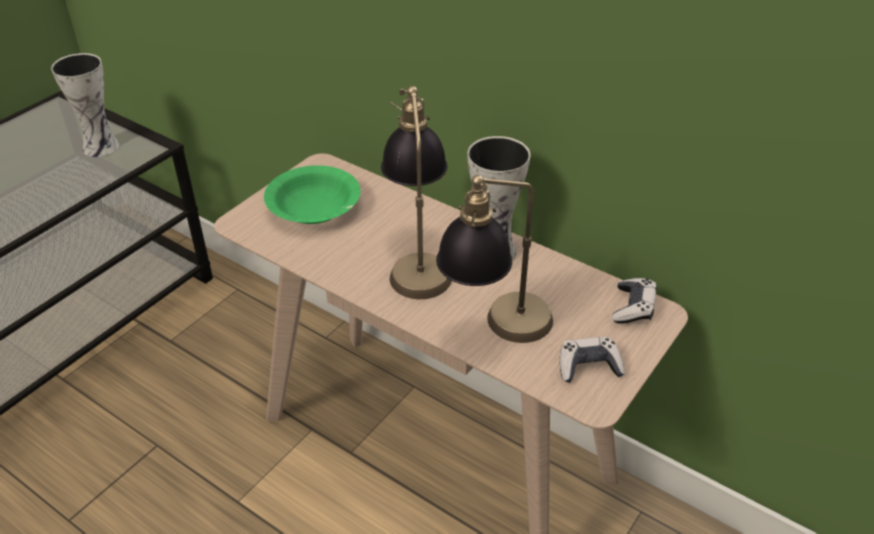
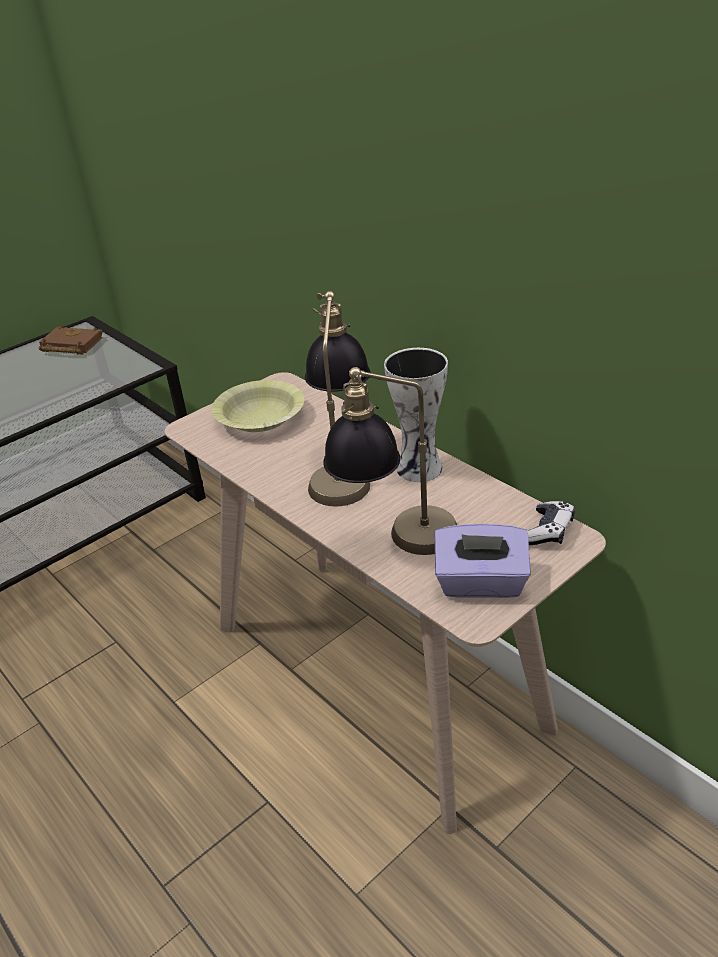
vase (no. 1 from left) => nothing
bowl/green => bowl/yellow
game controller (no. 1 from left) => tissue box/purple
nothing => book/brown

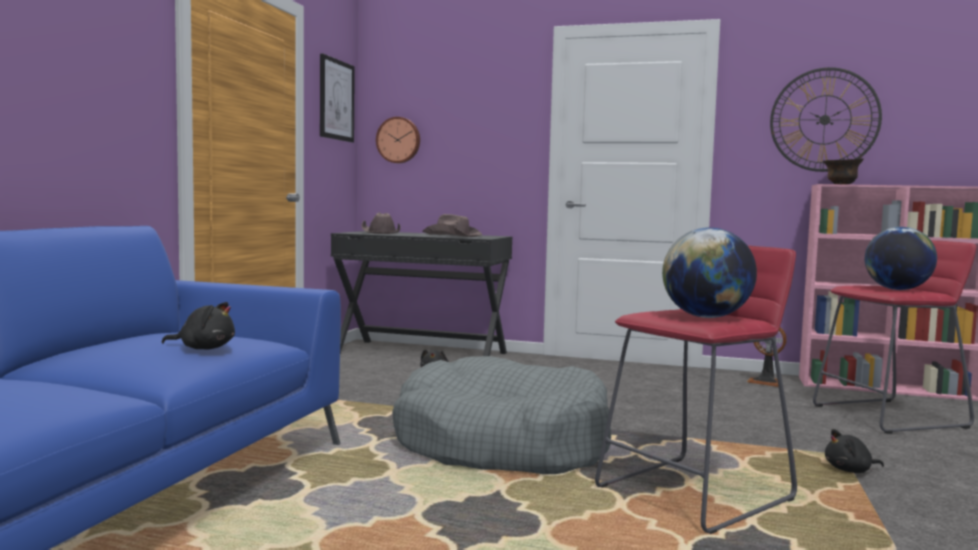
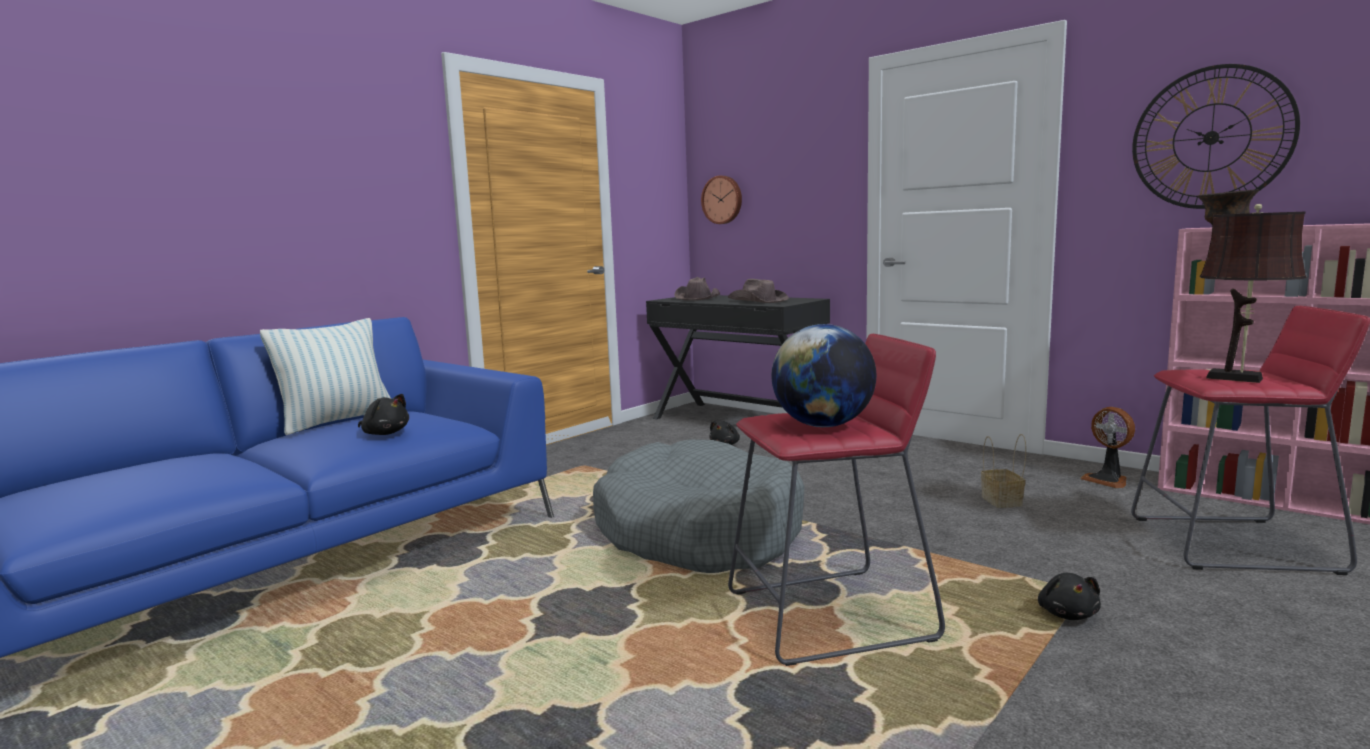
picture => nothing
plush toy/black (no. 3 from left), 105 degrees counterclockwise
globe (no. 2 from left) => table lamp/brown
nothing => pillow
nothing => basket

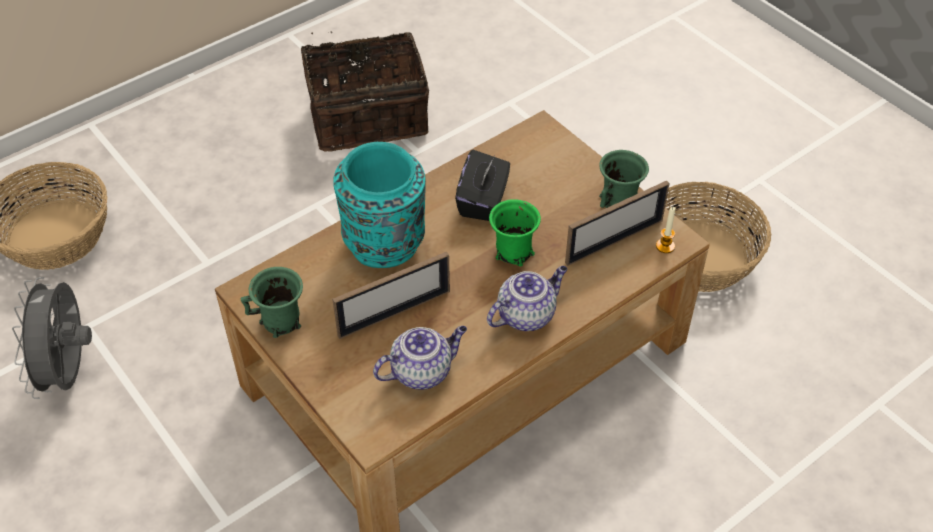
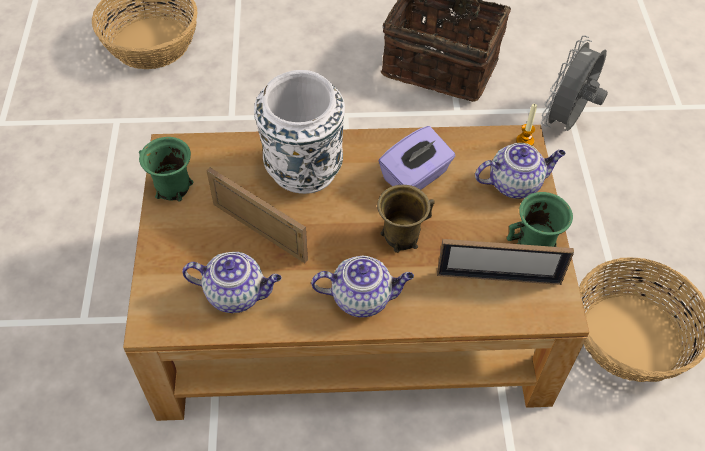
fan/grey, relocated
picture frame (no. 1 from left), 150 degrees counterclockwise
vase/turquoise => vase/white
tissue box/black => tissue box/purple
mug/green (no. 2 from left) => mug/brown
candle, relocated
nothing => teapot (no. 3 from left)

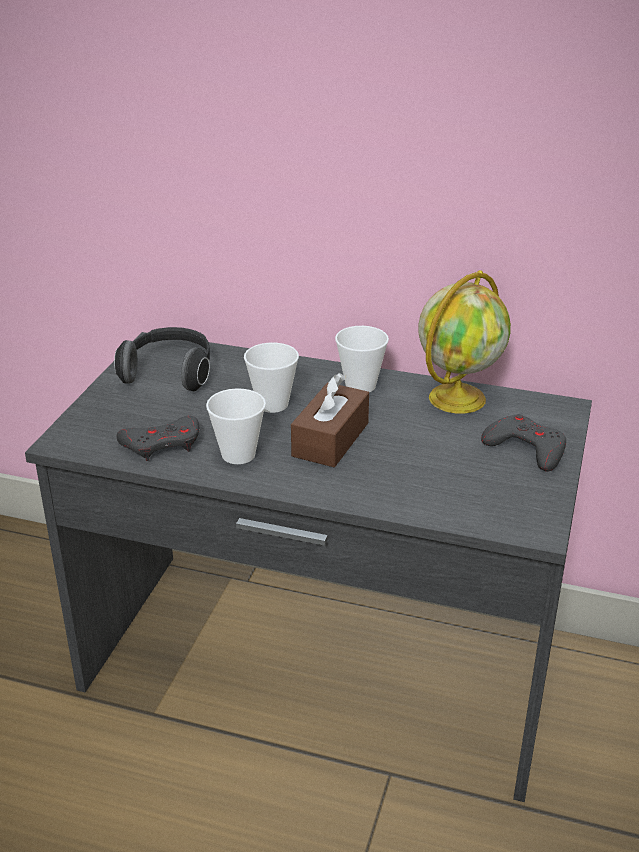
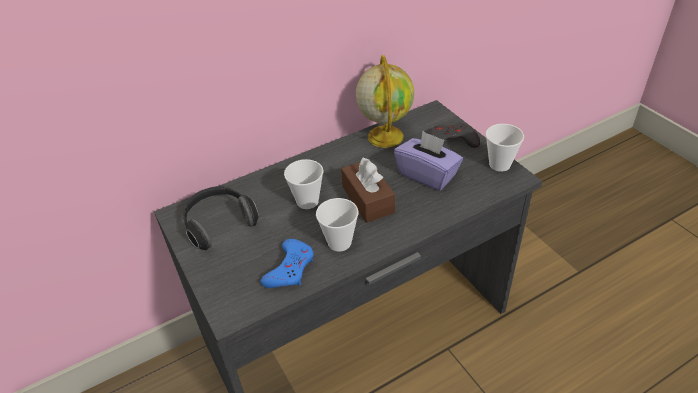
game controller/grey (no. 1 from left) => game controller/blue
cup (no. 3 from left), relocated
nothing => tissue box/purple

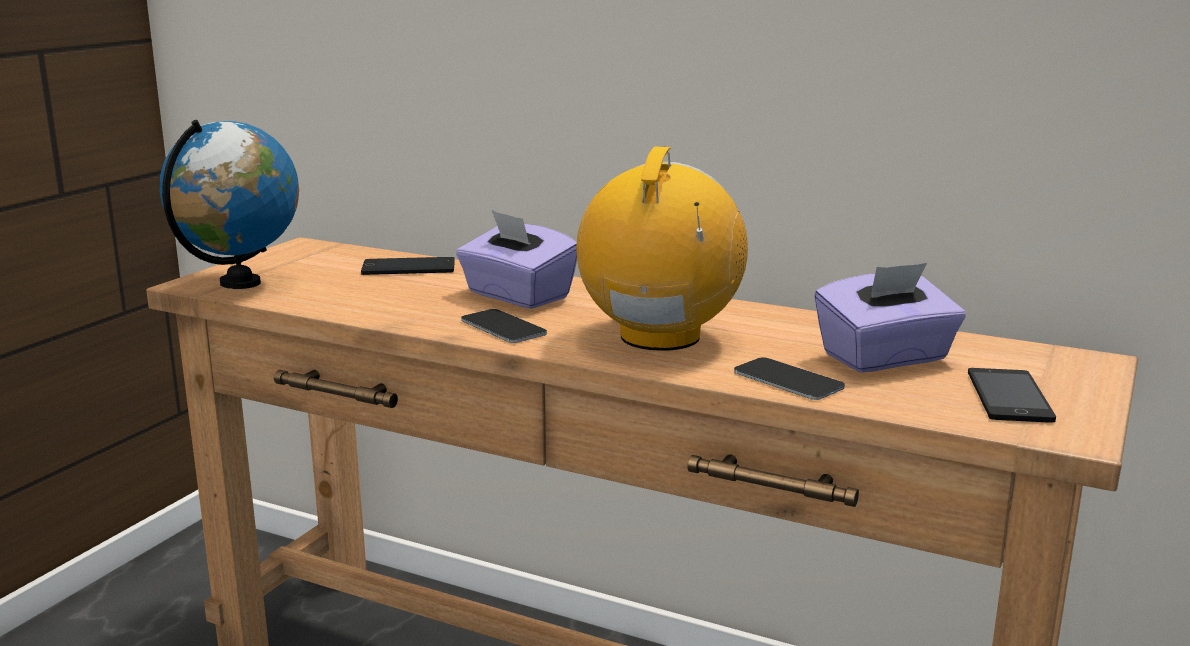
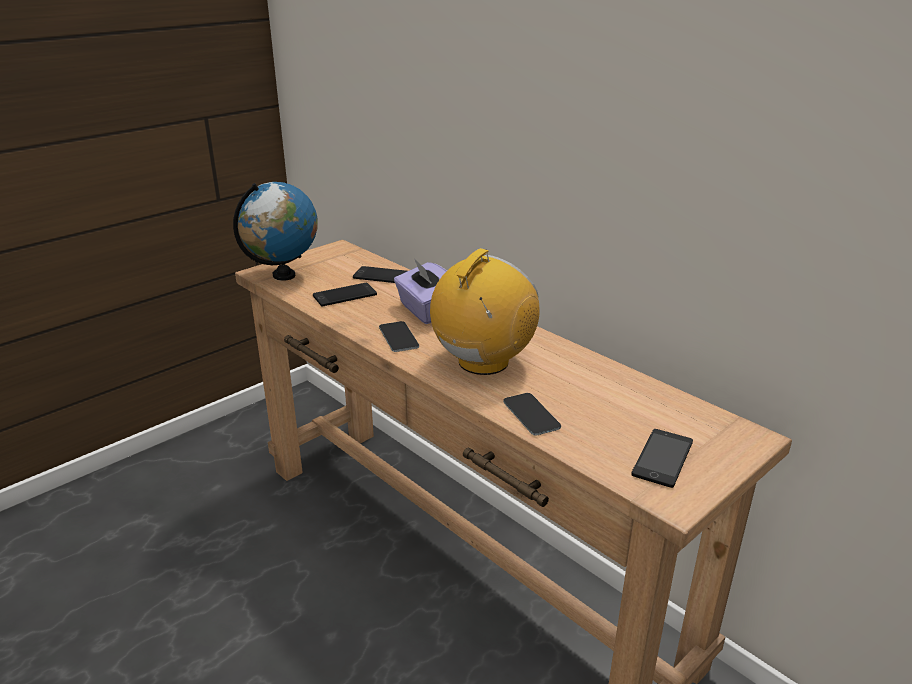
tissue box/purple (no. 2 from left) => nothing
nothing => phone (no. 1 from left)

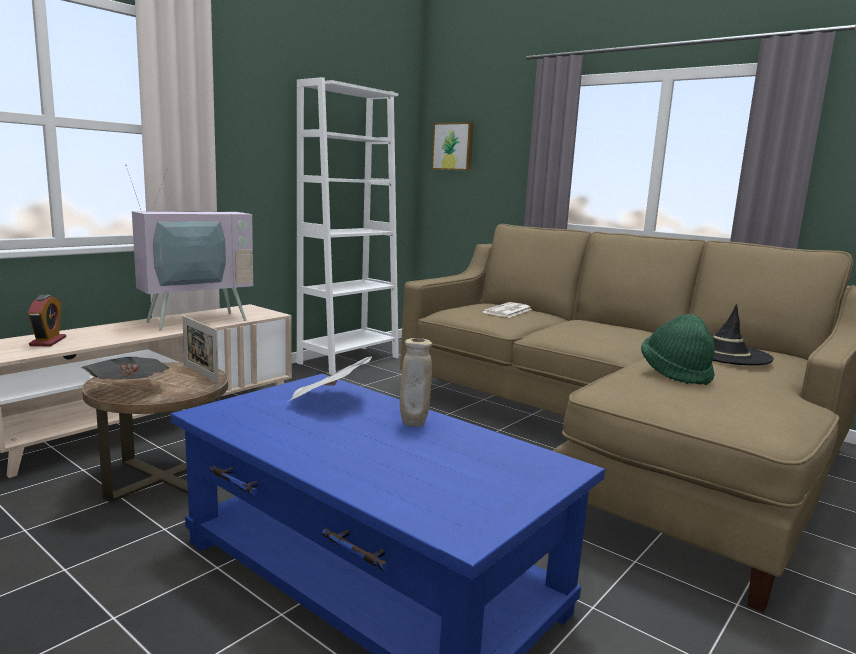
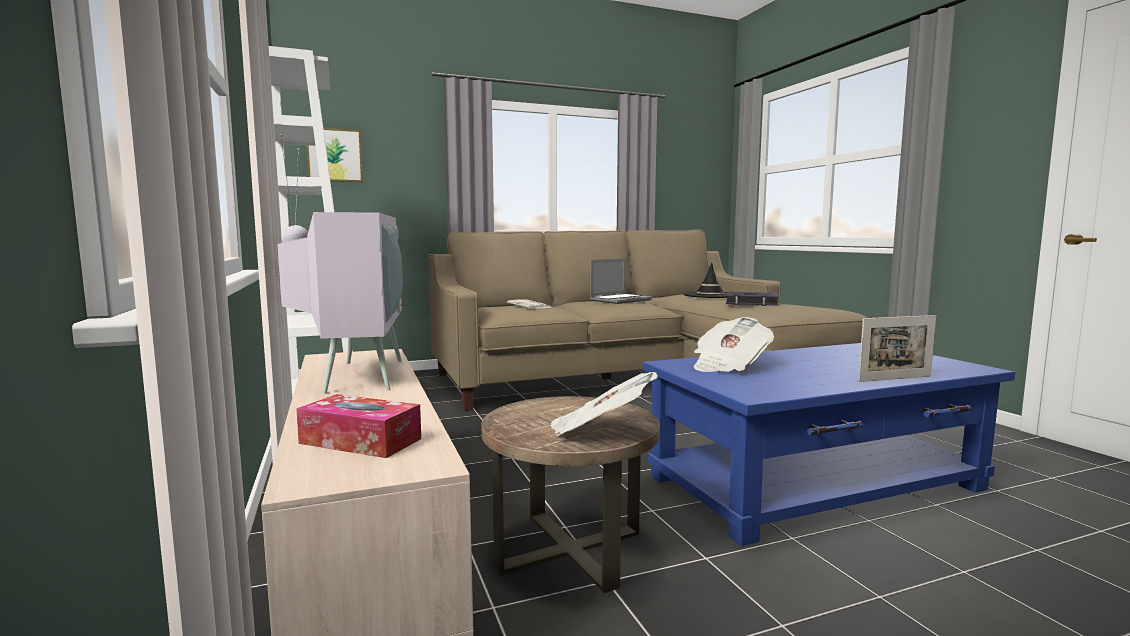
alarm clock => tissue box
picture frame, relocated
vase/beige => nothing
hat/green => book
nothing => laptop

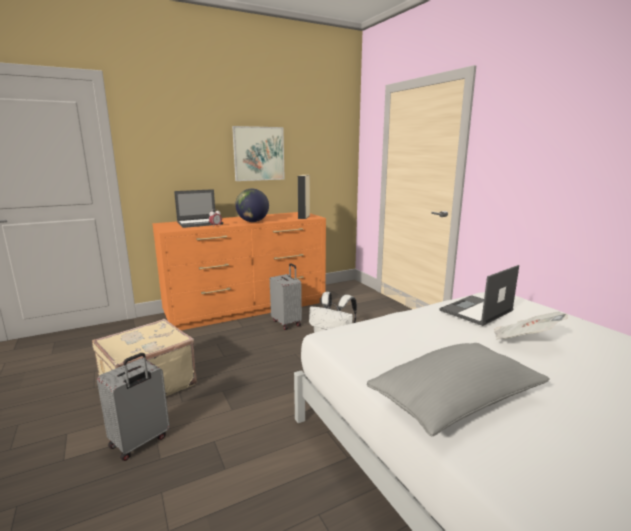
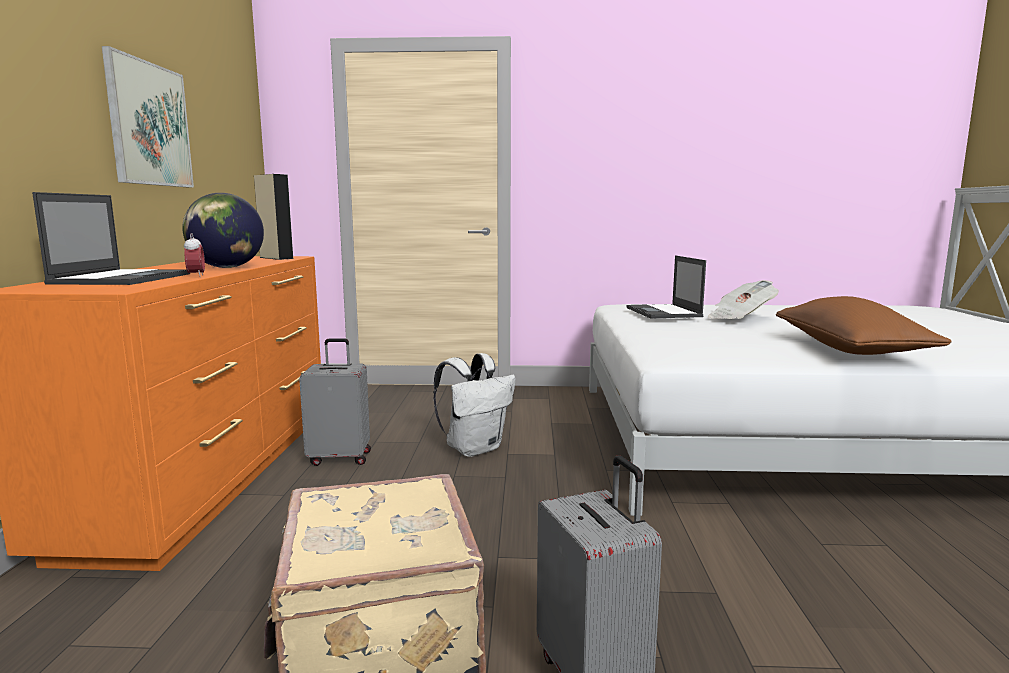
pillow/grey => pillow/brown

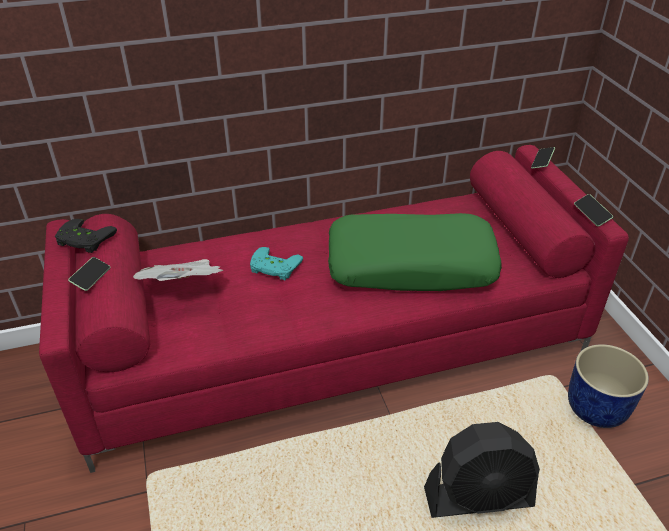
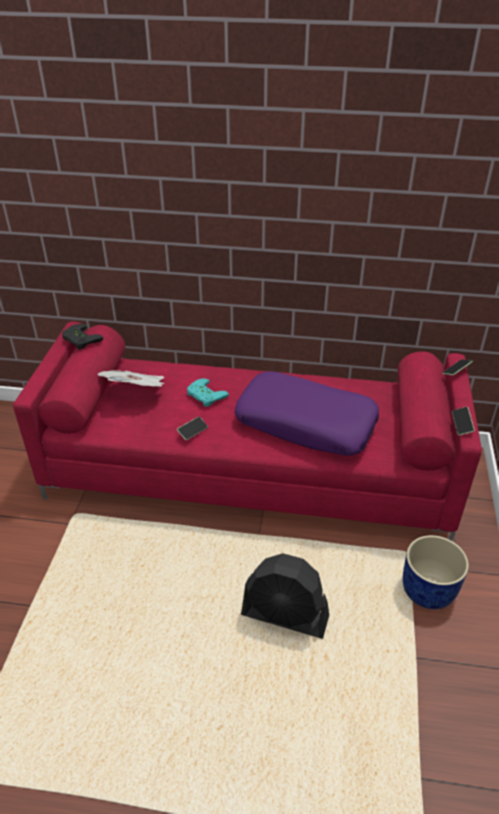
phone (no. 1 from left), relocated
pillow/green => pillow/purple

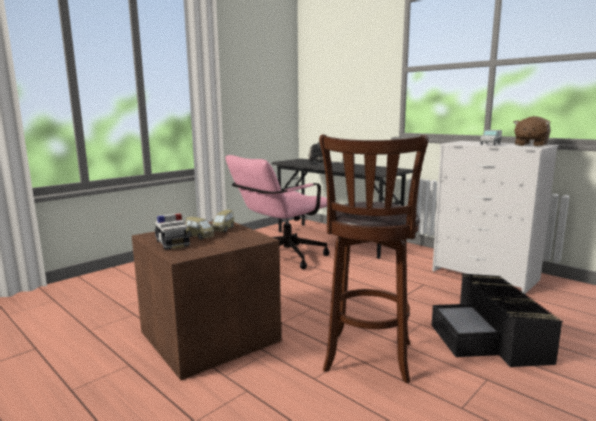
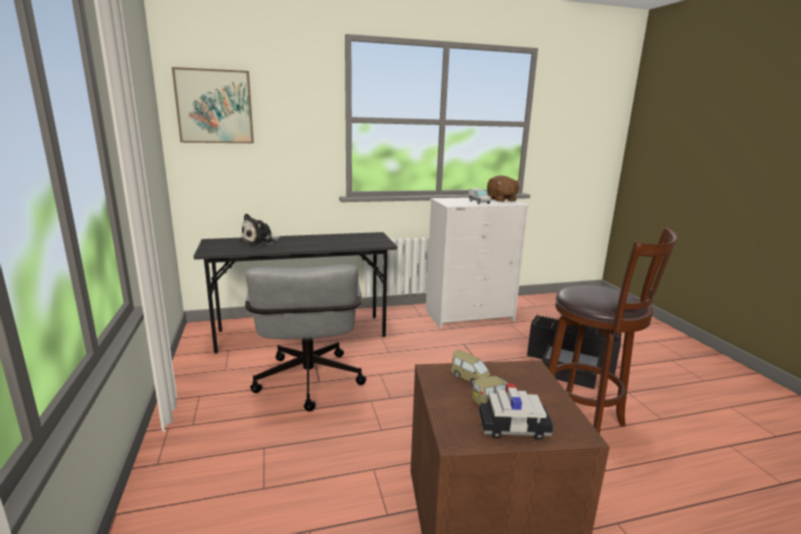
office chair/pink => office chair/grey
nothing => picture

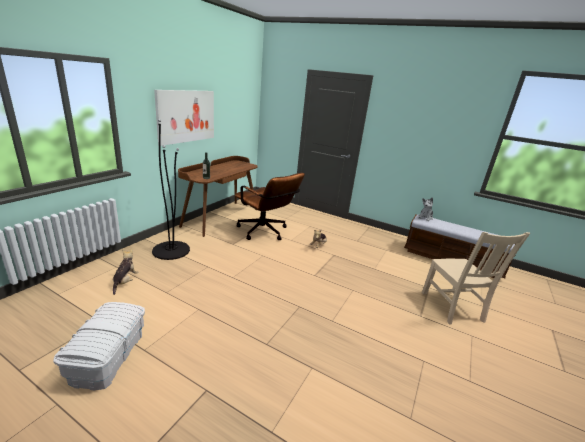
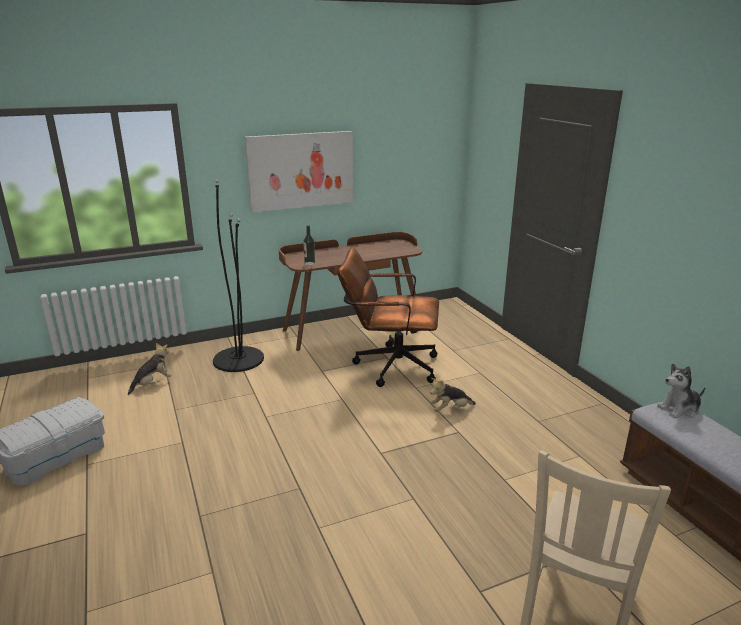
office chair/brown, 105 degrees clockwise

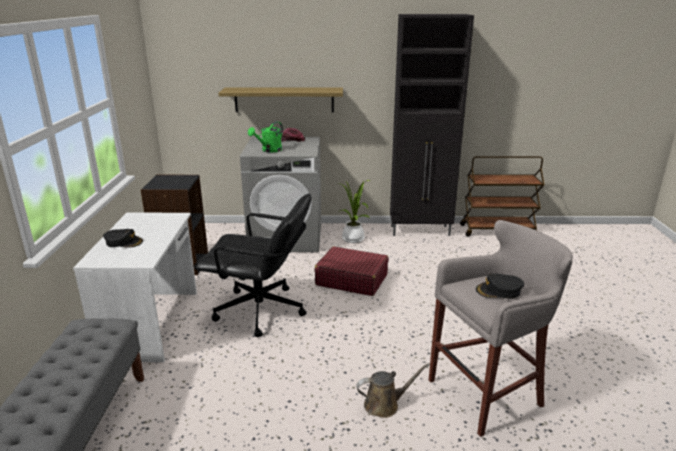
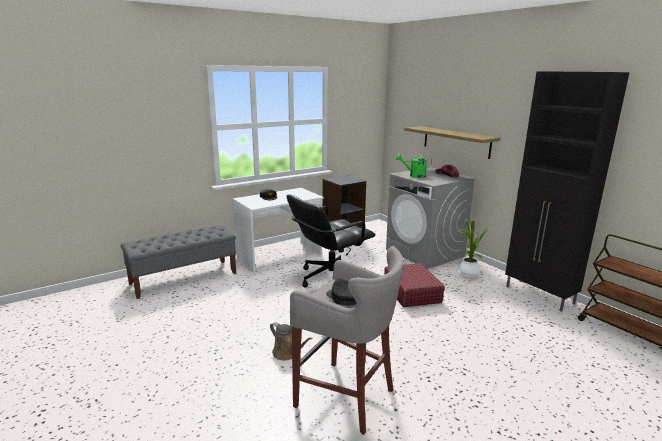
office chair/black, 75 degrees clockwise

